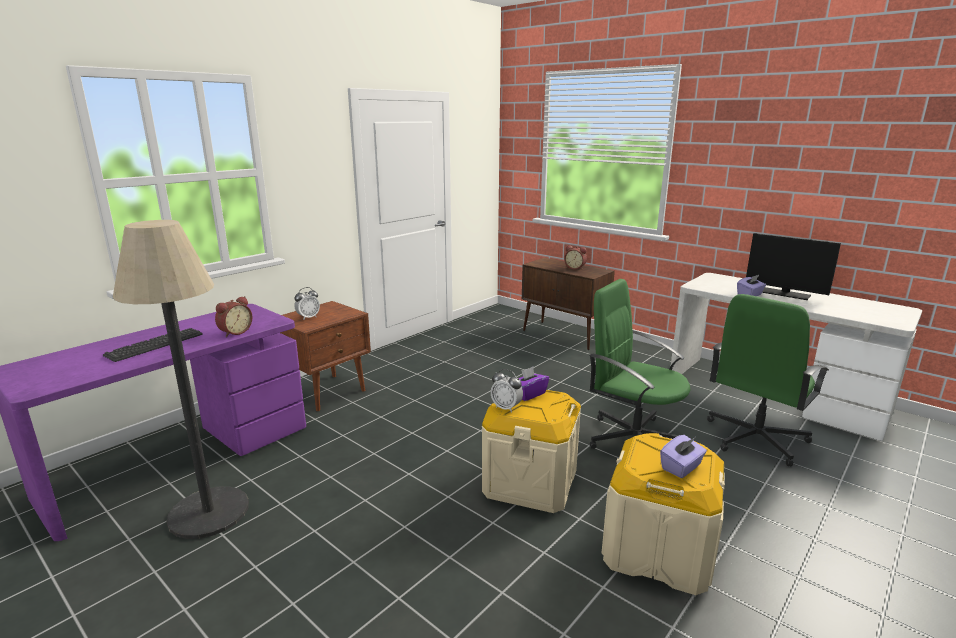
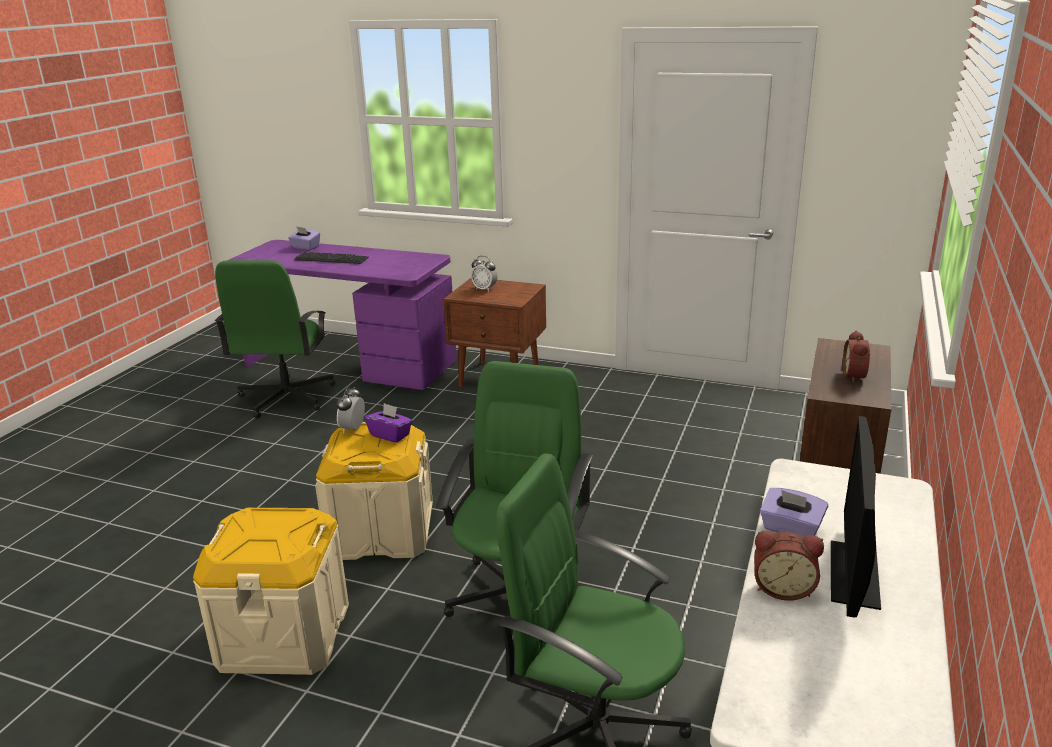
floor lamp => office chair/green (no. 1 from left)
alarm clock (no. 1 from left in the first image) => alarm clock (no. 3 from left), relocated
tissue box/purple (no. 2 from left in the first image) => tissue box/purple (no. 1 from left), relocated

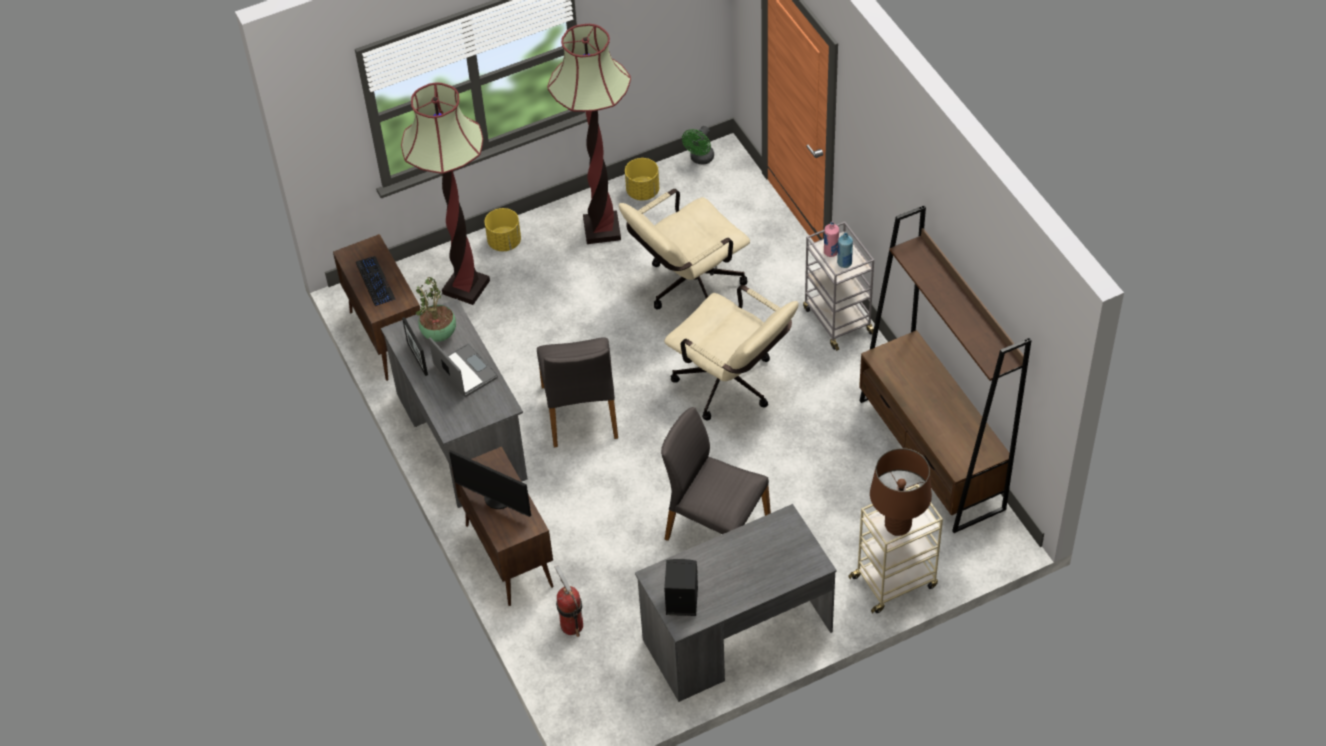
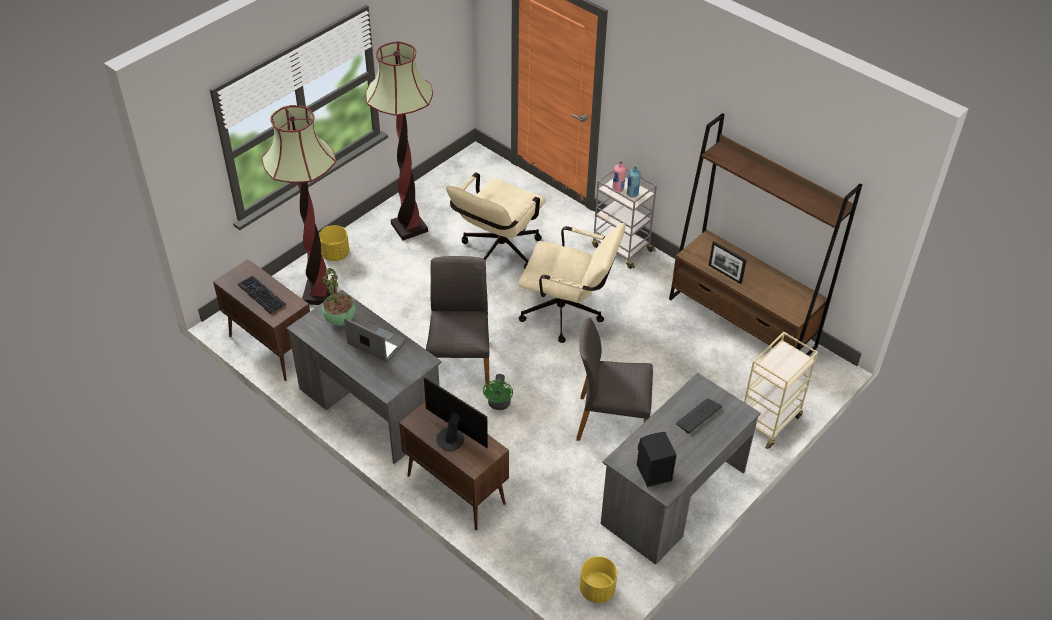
picture frame, relocated
monitor, 150 degrees counterclockwise
chair/grey (no. 1 from left), 150 degrees counterclockwise
fire extinguisher => nothing
planter/yellow (no. 2 from left), relocated
fan/green, relocated
table lamp/brown => nothing
nothing => keyboard (no. 2 from left)

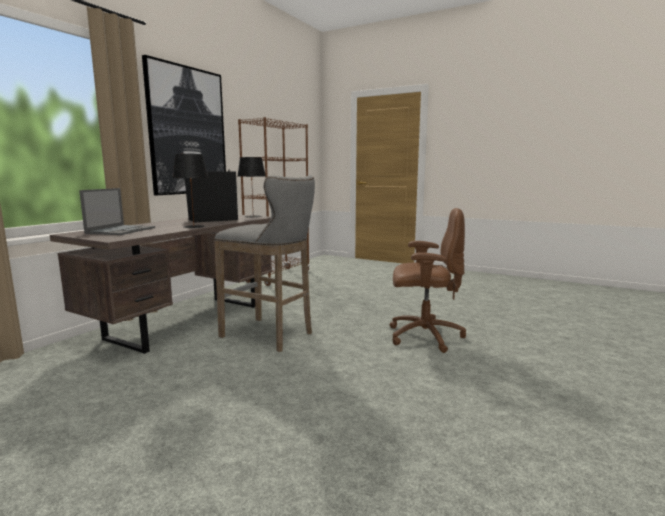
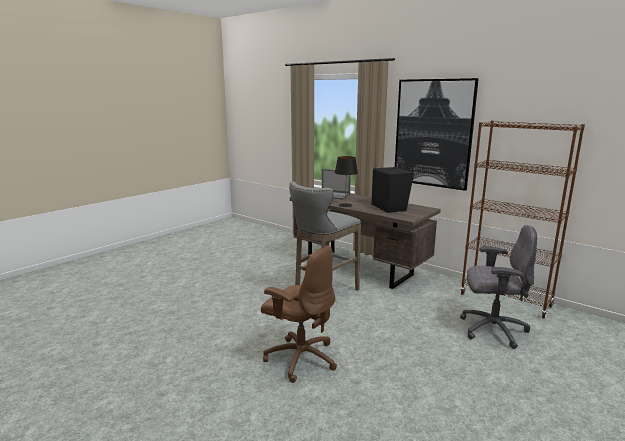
table lamp/black (no. 2 from left) => nothing
office chair/brown, 75 degrees counterclockwise
nothing => office chair/grey

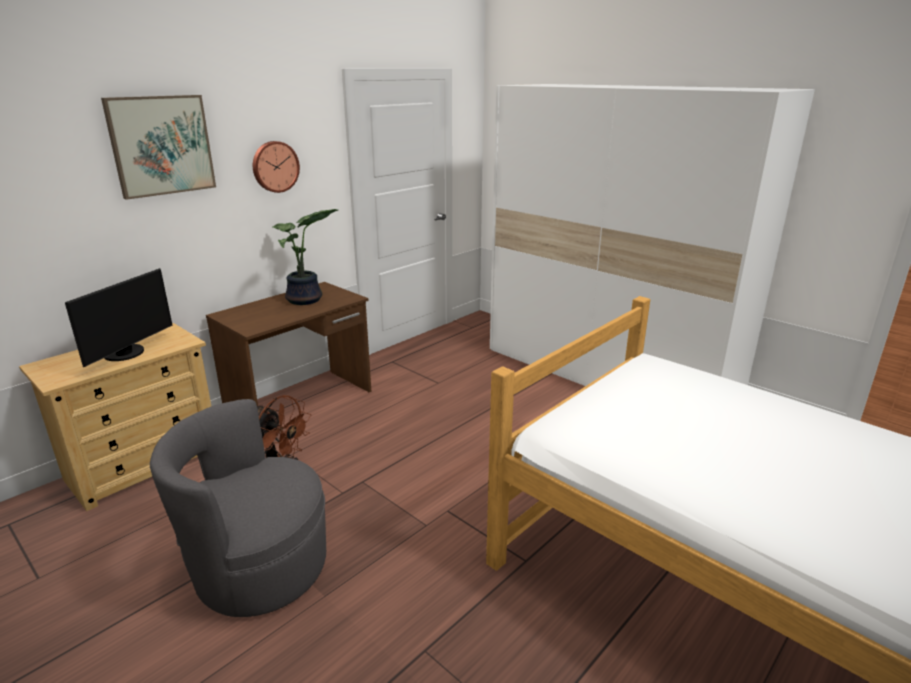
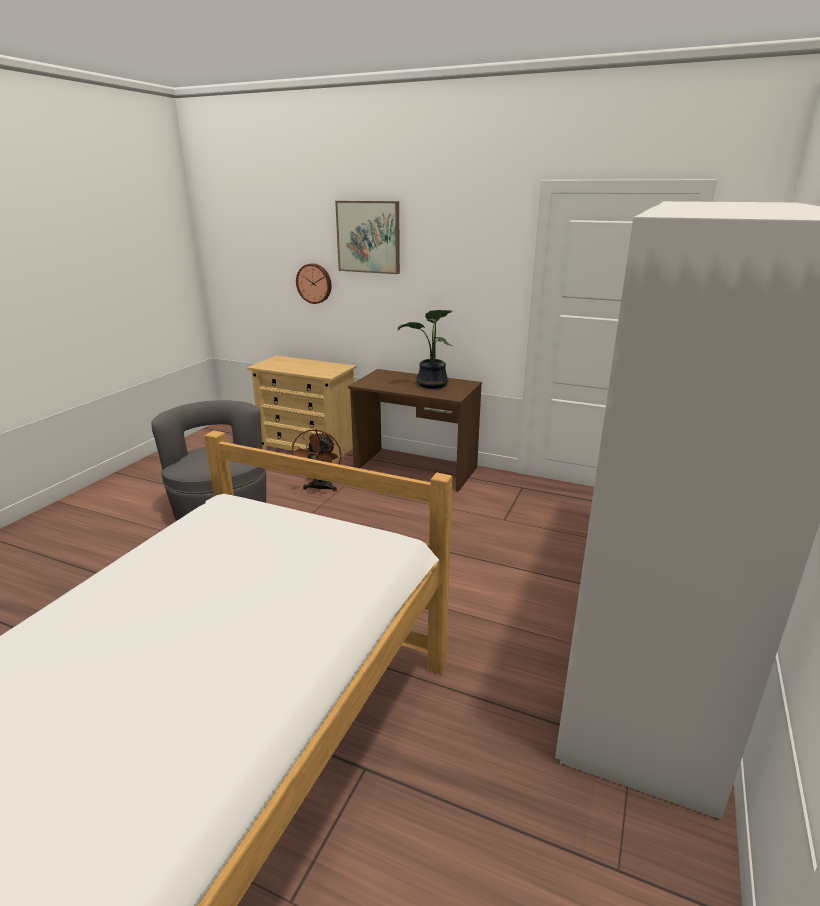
monitor => nothing
wall clock, relocated

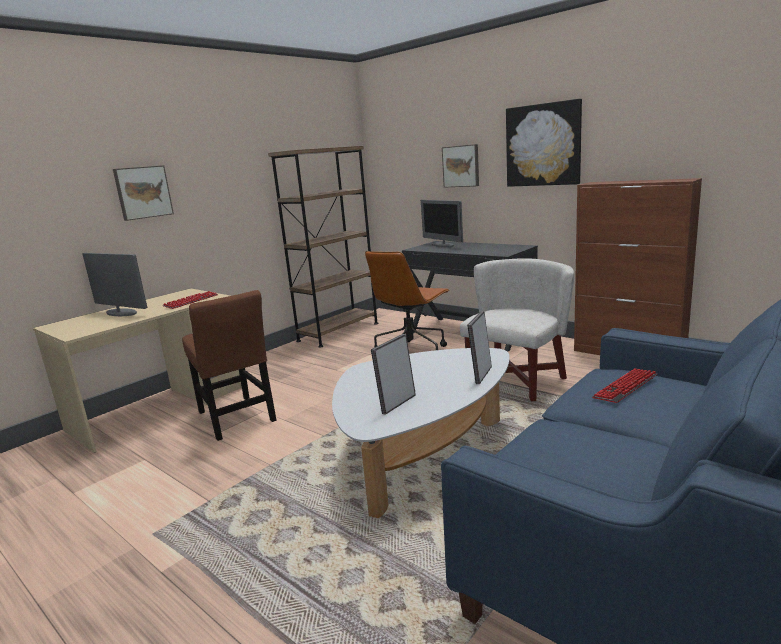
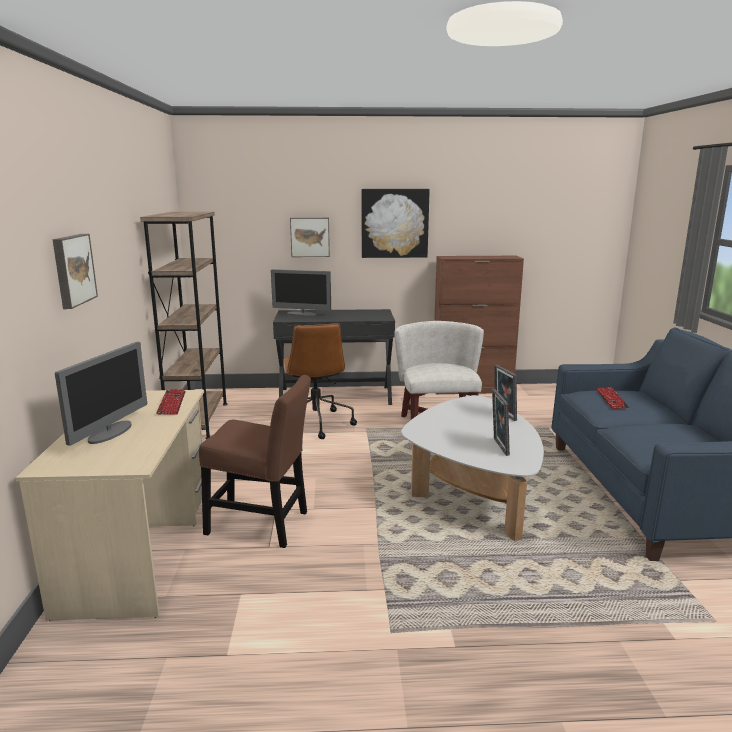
monitor (no. 1 from left), 120 degrees clockwise

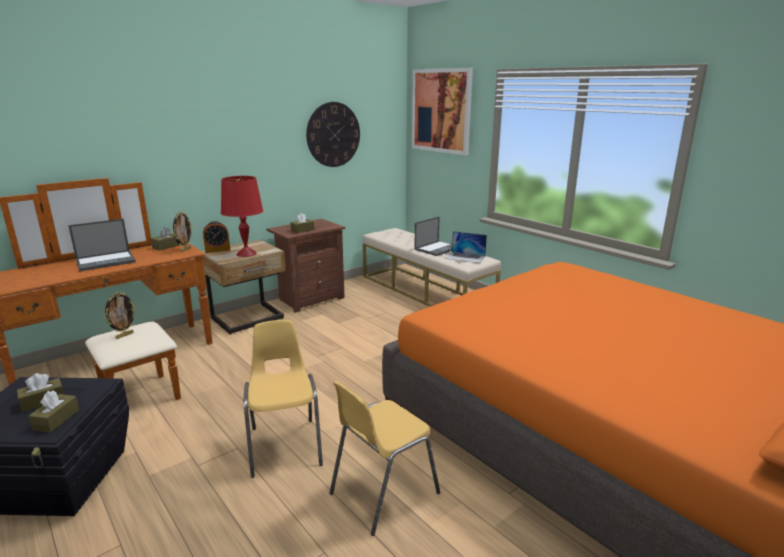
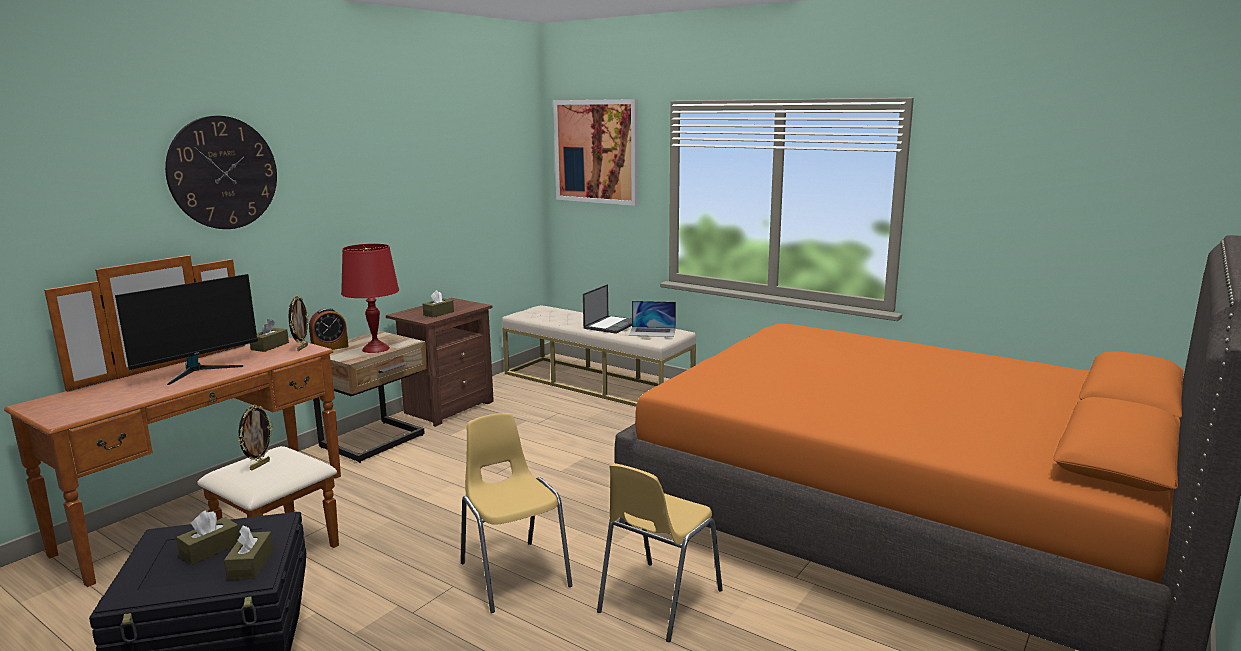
laptop (no. 1 from left) => monitor
wall clock, relocated

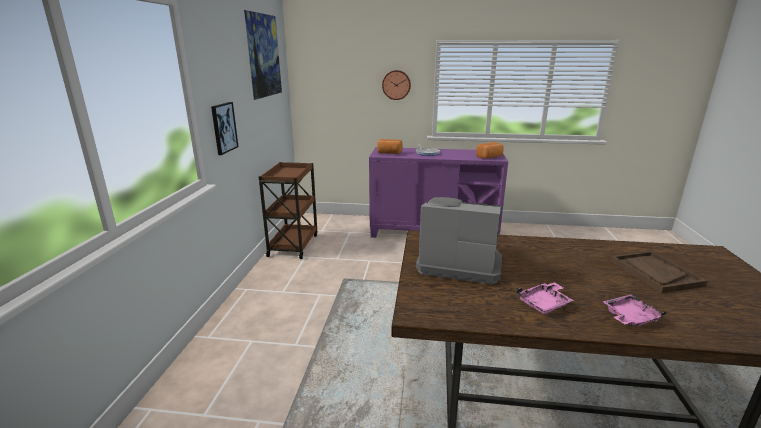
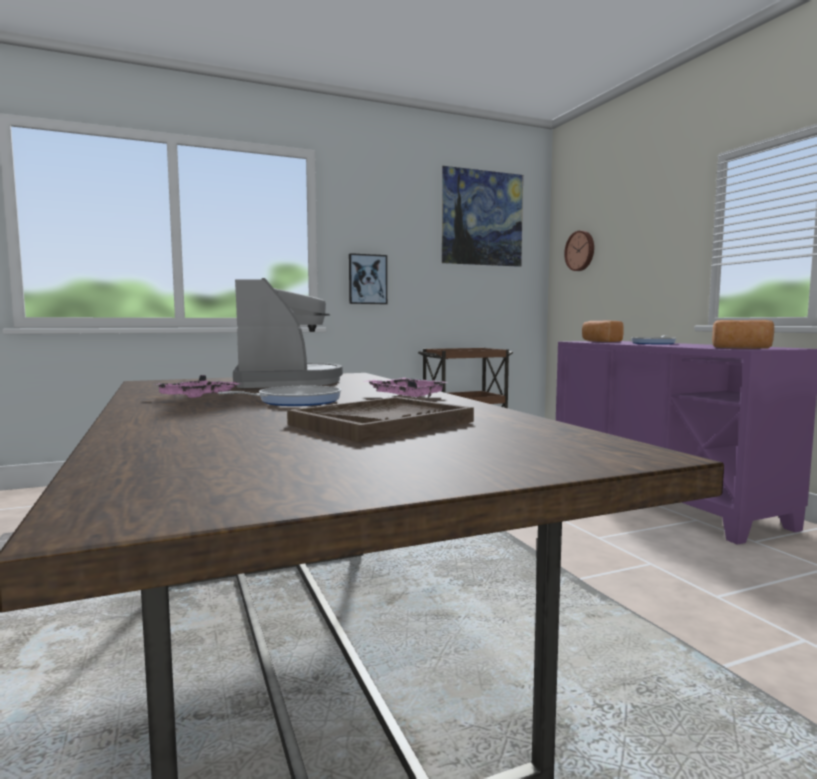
wall clock, relocated
tray/pink (no. 2 from left), relocated
nothing => frying pan (no. 1 from left)

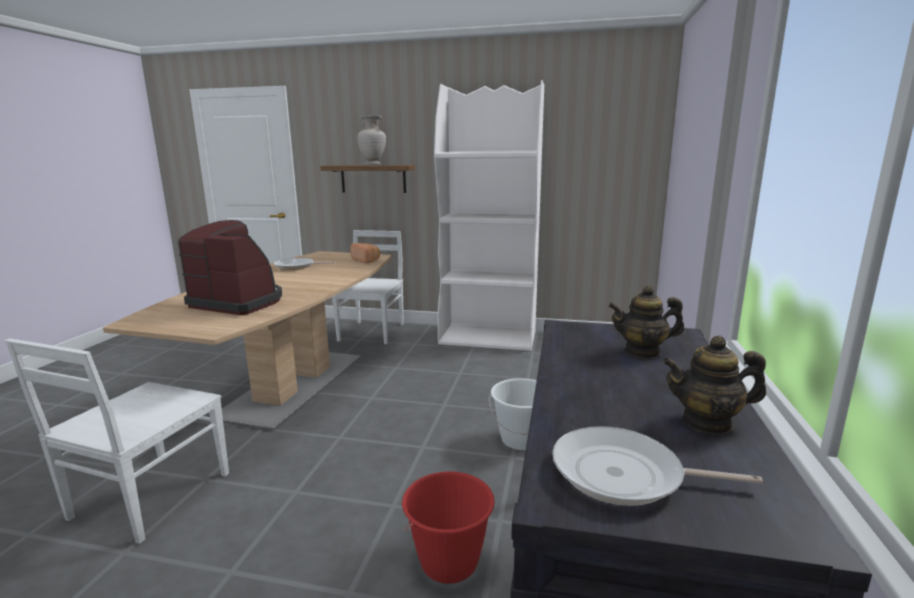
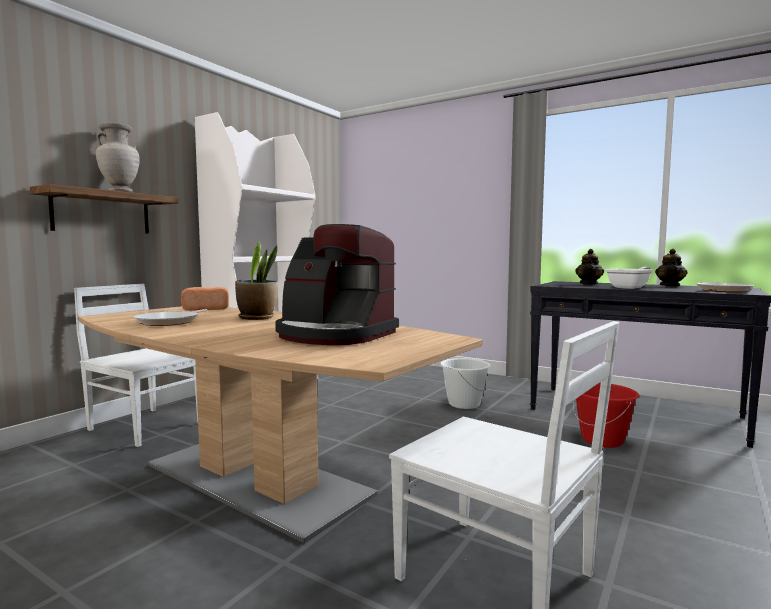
coffee machine, 105 degrees counterclockwise
nothing => potted plant
nothing => frying pan (no. 2 from left)

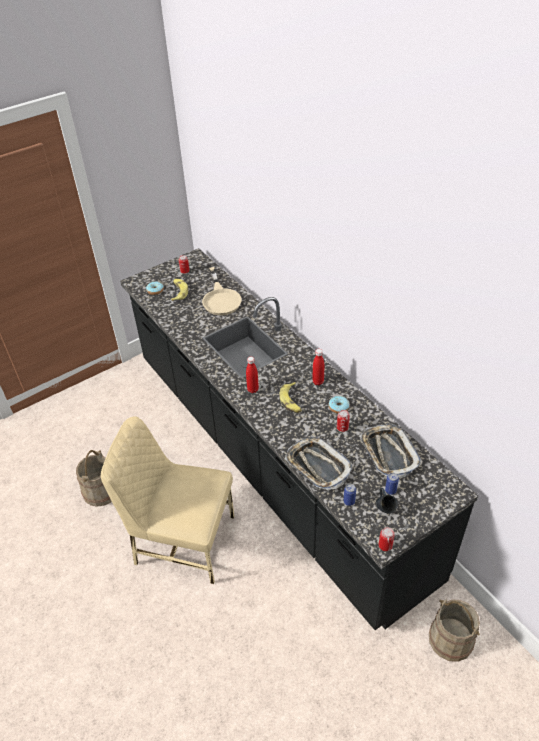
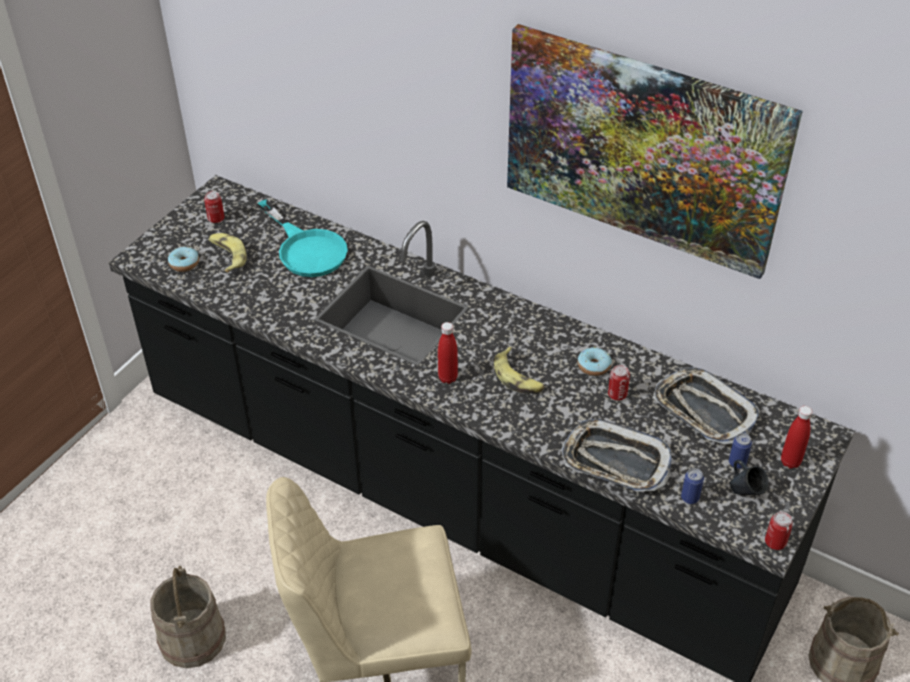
frying pan/beige => frying pan/turquoise
bottle/red (no. 2 from left), relocated
nothing => picture

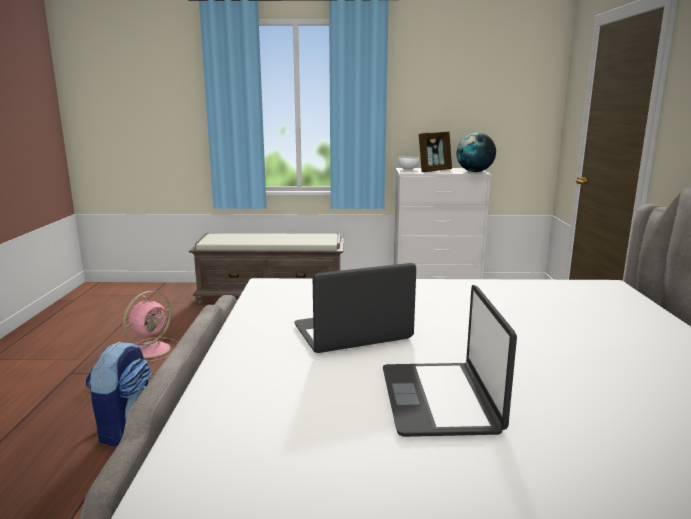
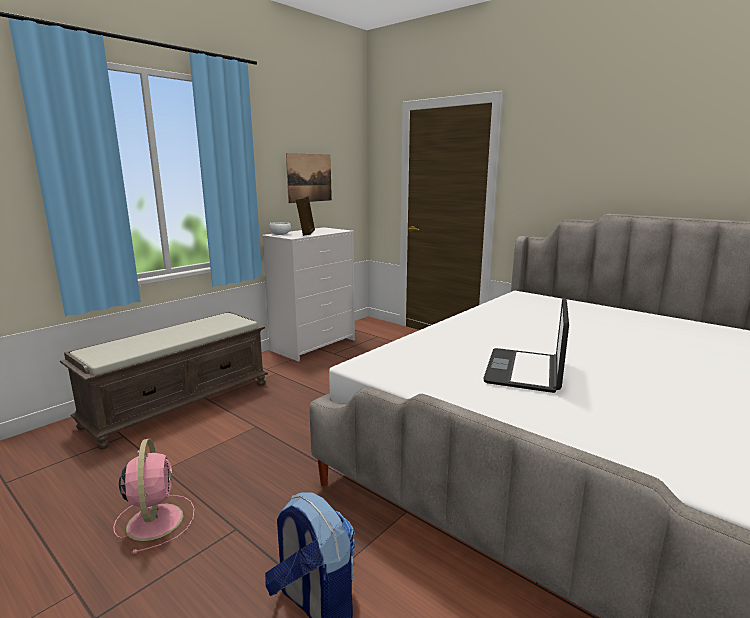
laptop (no. 2 from left) => nothing
globe => nothing
nothing => picture

